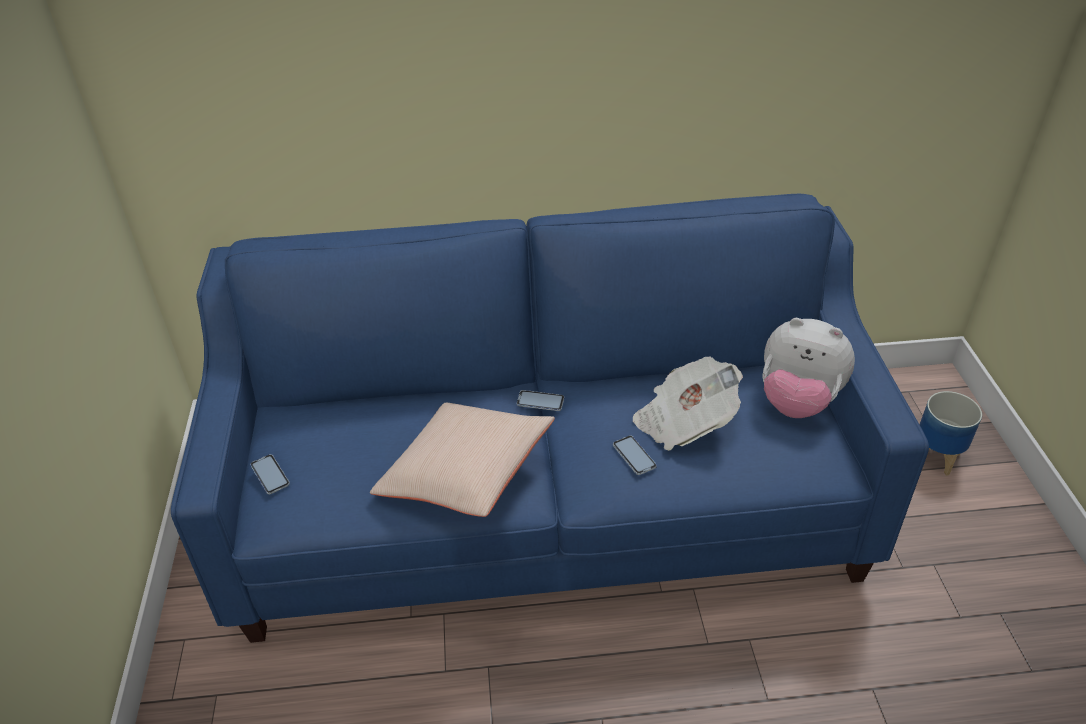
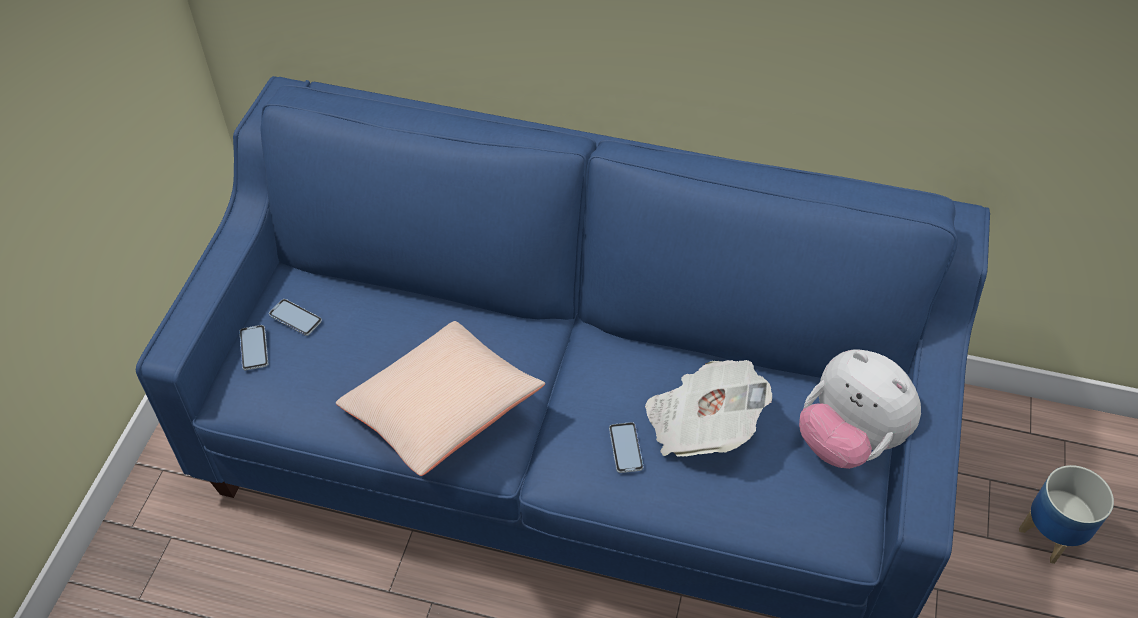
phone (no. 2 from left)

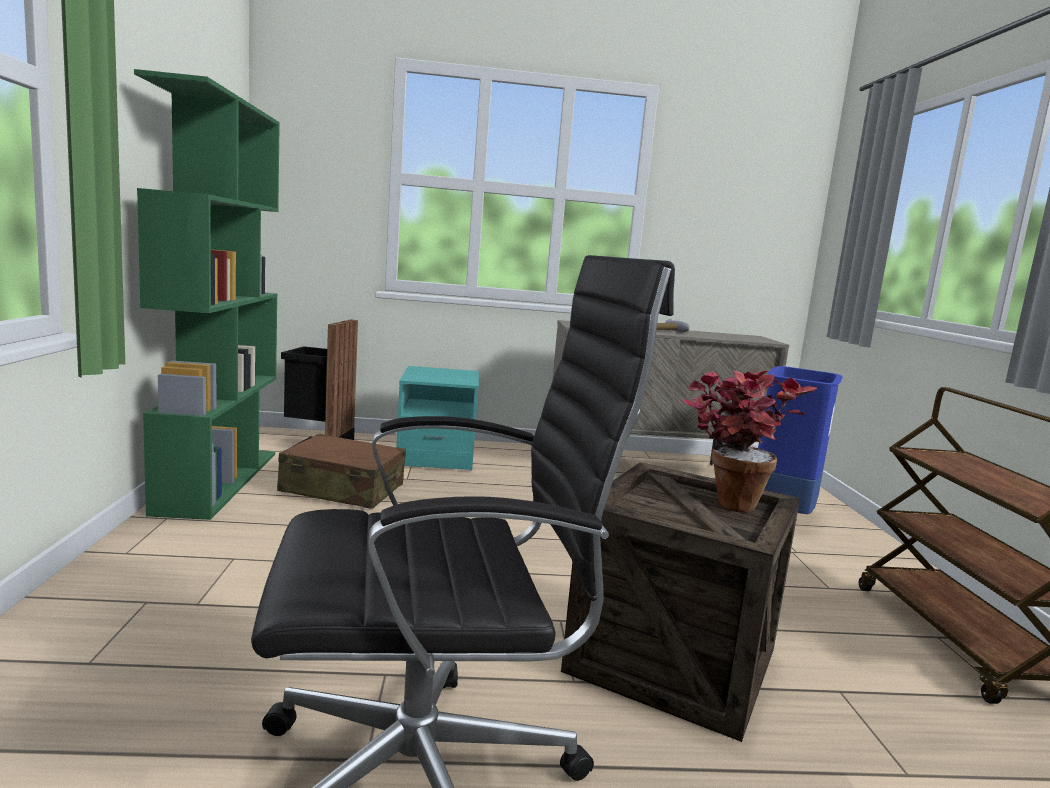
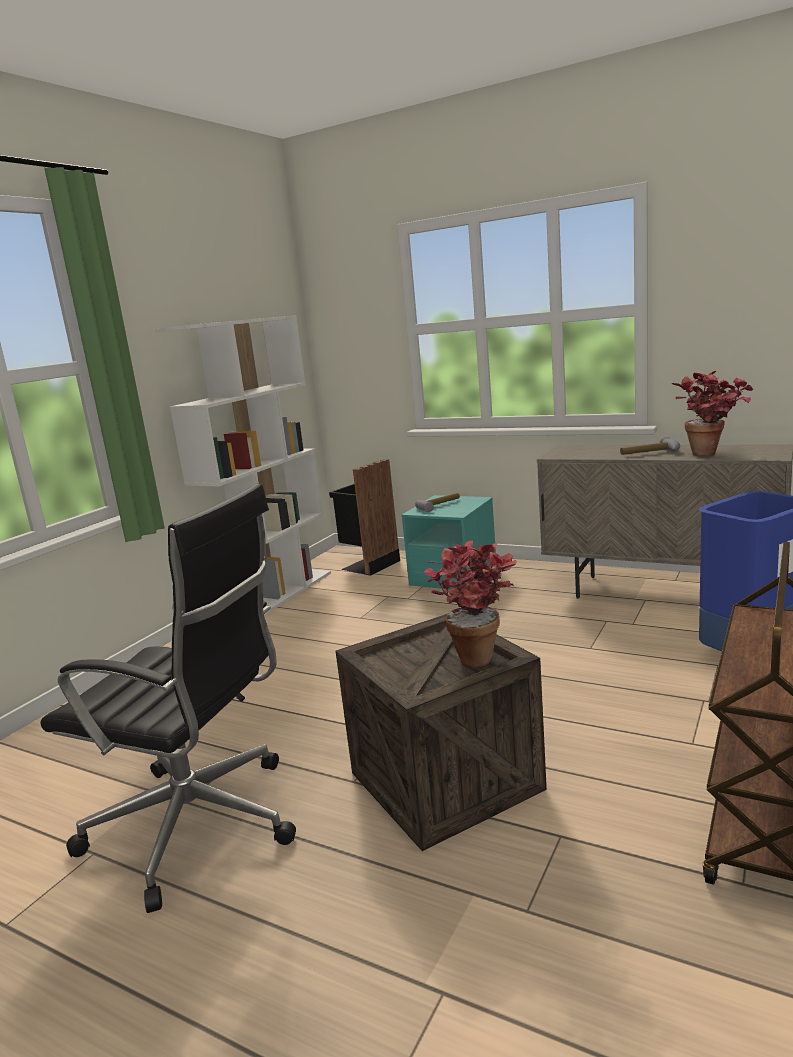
white-coloured bookshelf; brownish piece of luggage; plant in a pot (no. 2 from left); tool hammer (no. 1 from left)

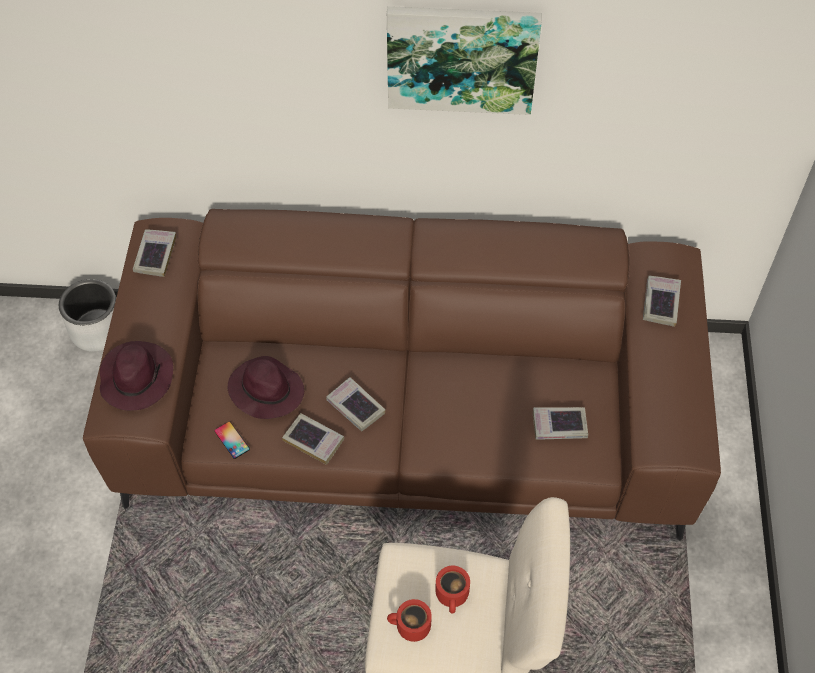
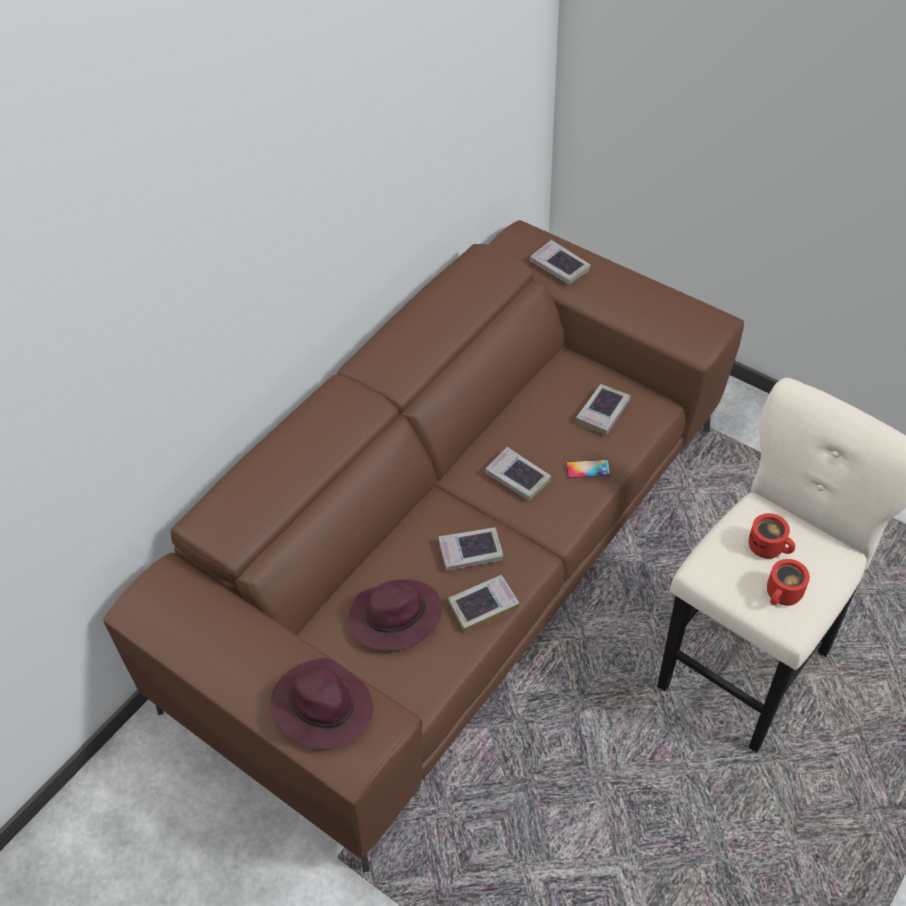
wall picture; book (no. 3 from left); grey plant pot; phone

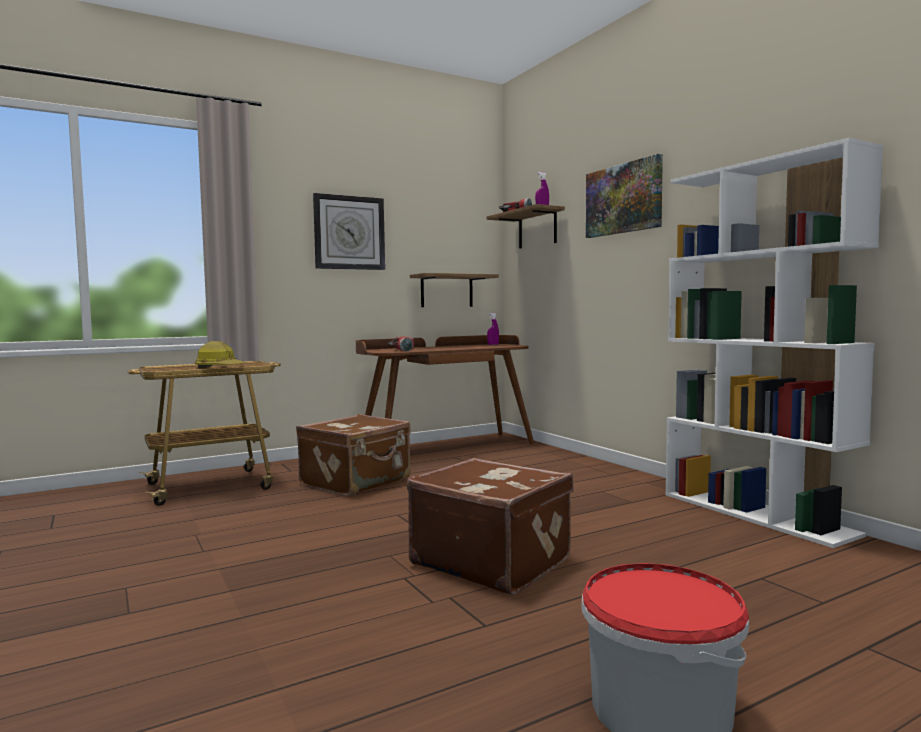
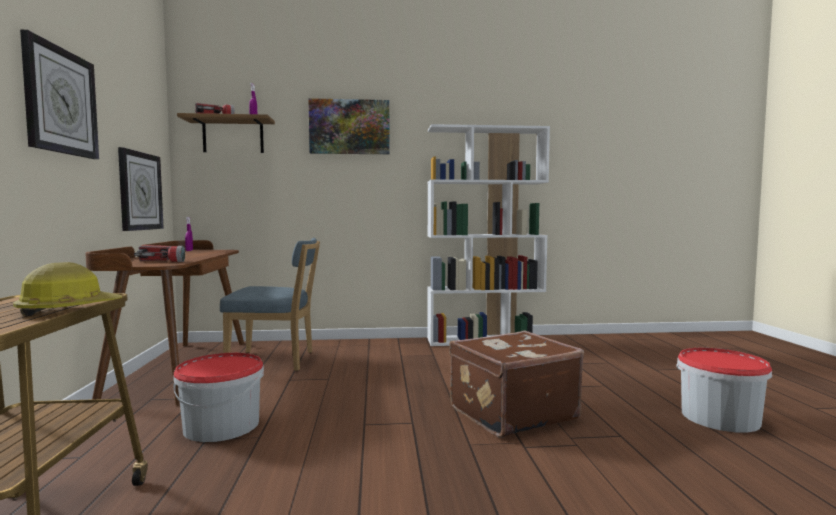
clock on the wall (no. 2 from left); pail (no. 1 from left); blue upright chair

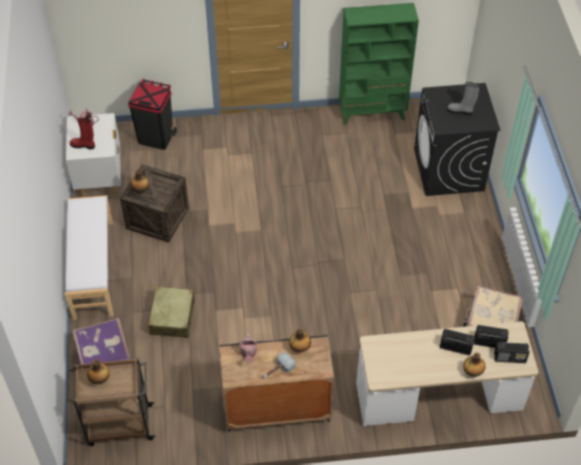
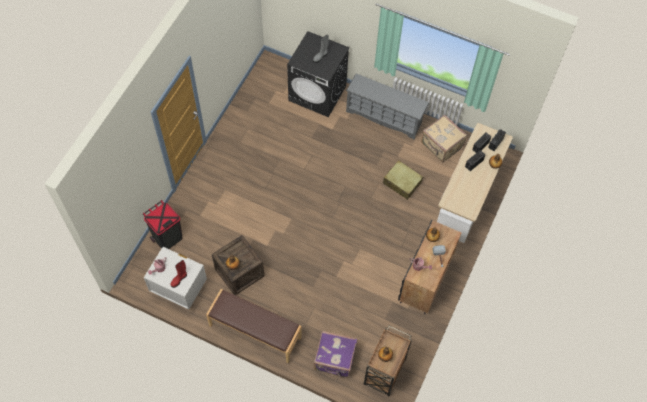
green-coloured bookshelf; brownish indoor bench; beige-coloured piece of luggage (no. 1 from left); grey shoe stand

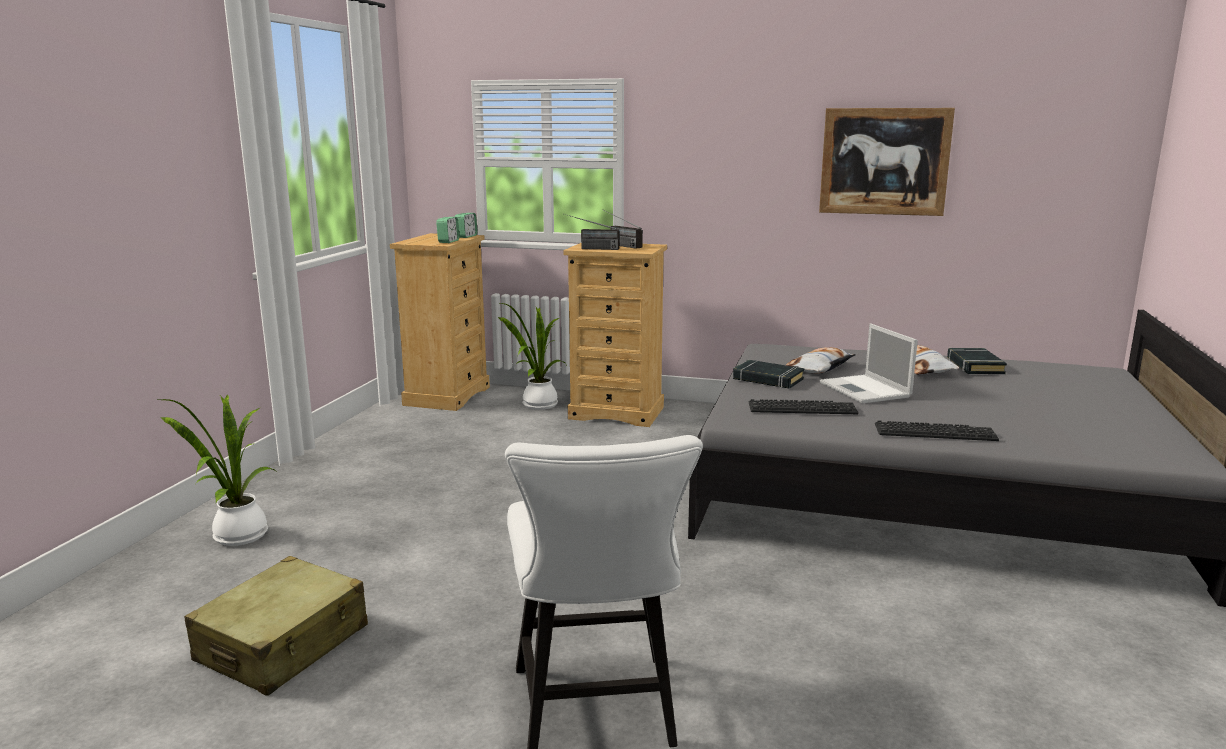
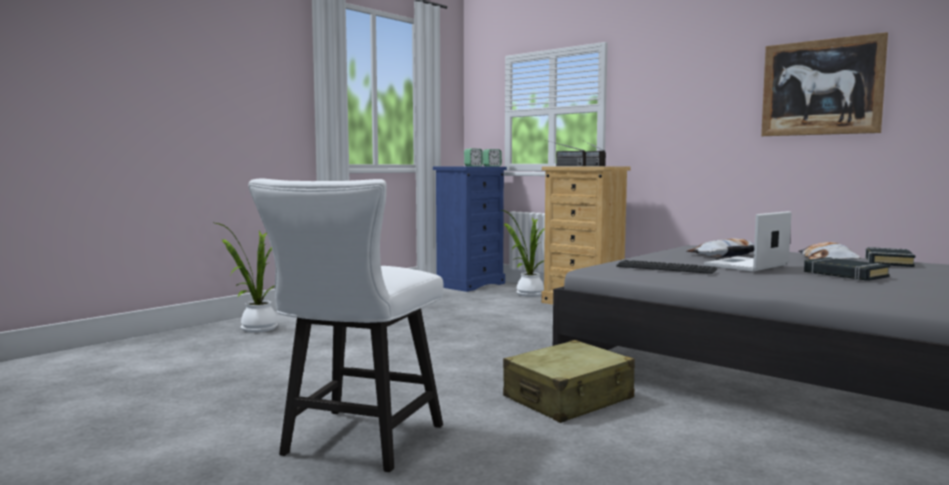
blue drawer chest; notebook computer; blackish book (no. 1 from left); PC keyboard (no. 2 from left in the first image); beige-coloured piece of luggage

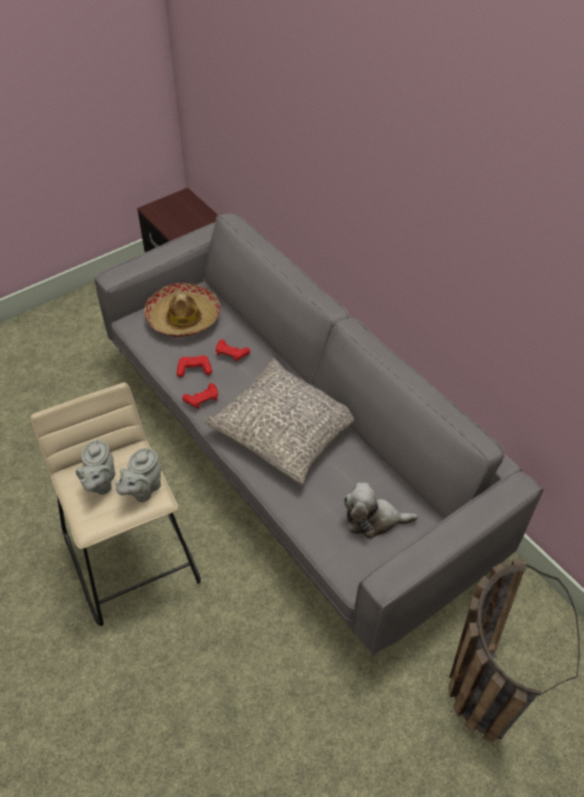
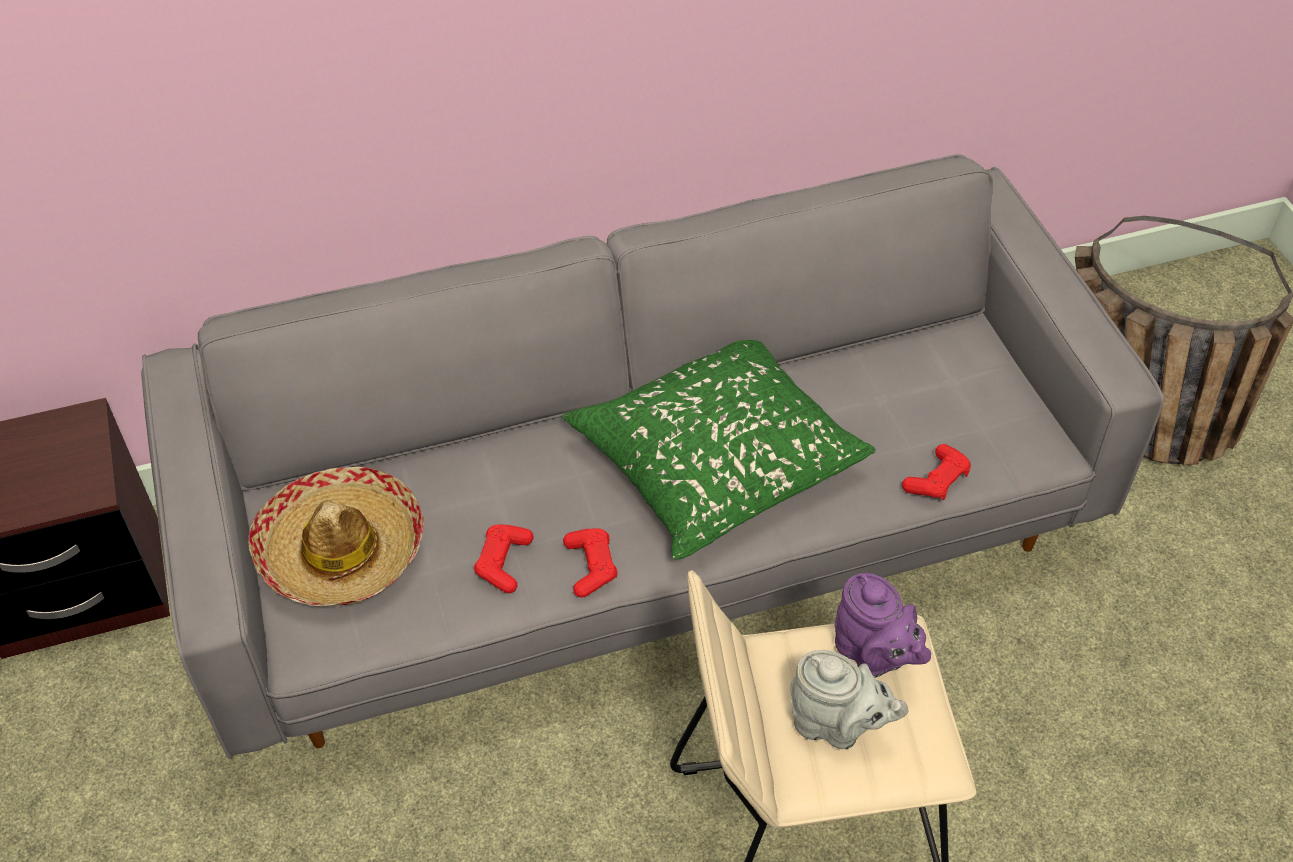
red-coloured game controller (no. 3 from left); green-coloured throw pillow; purple-coloured tea pot; plush toy

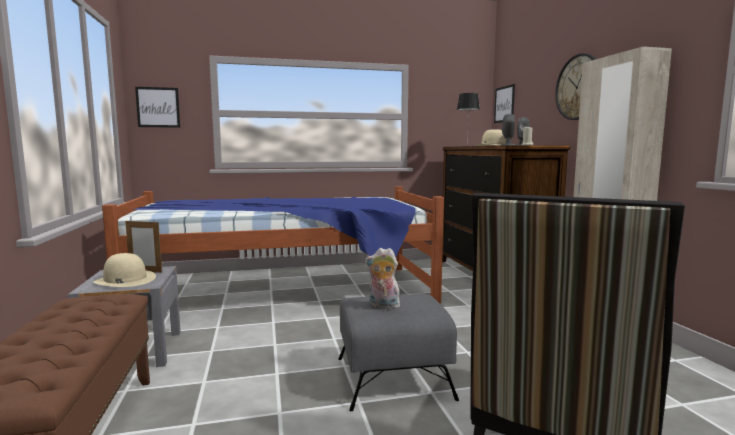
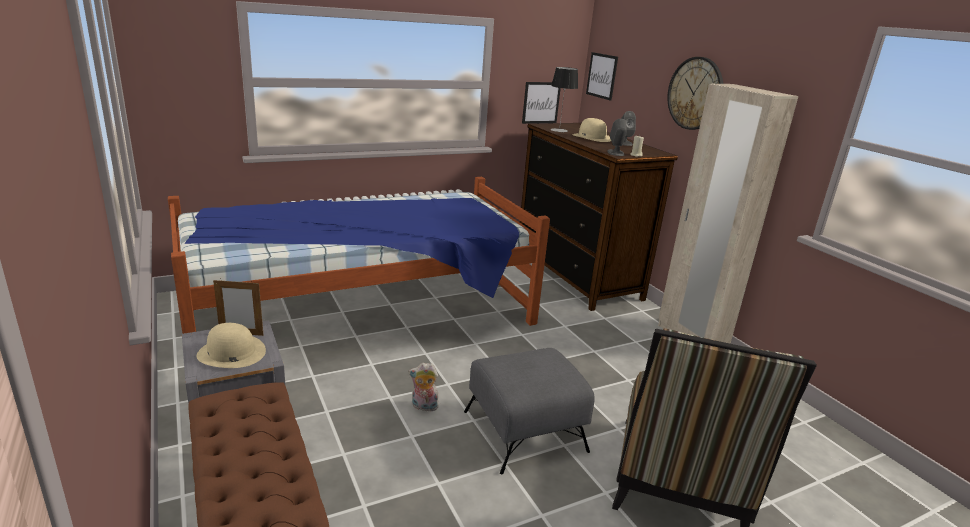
wall picture (no. 1 from left); plush toy

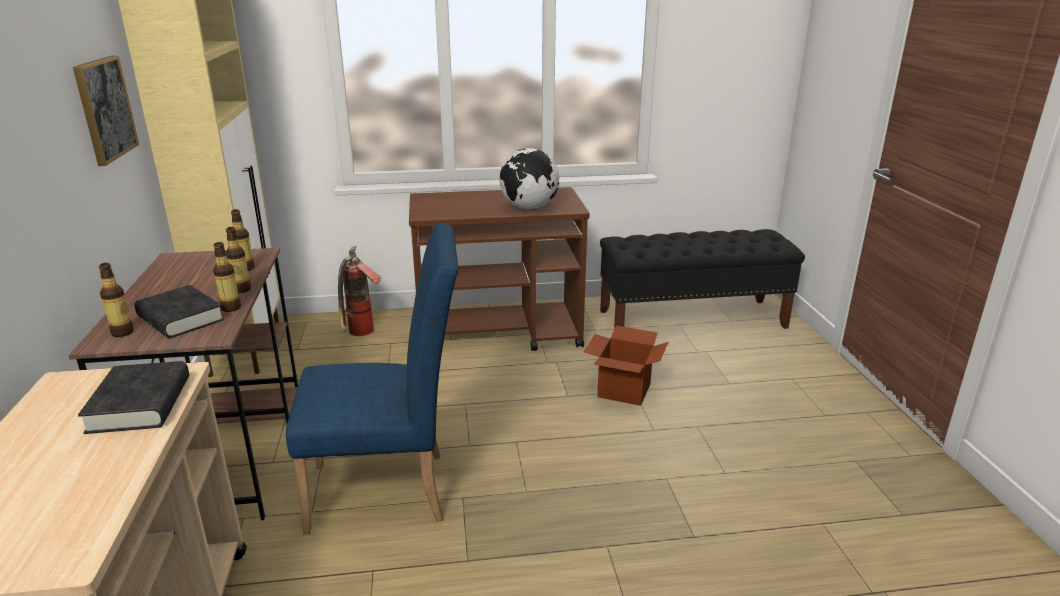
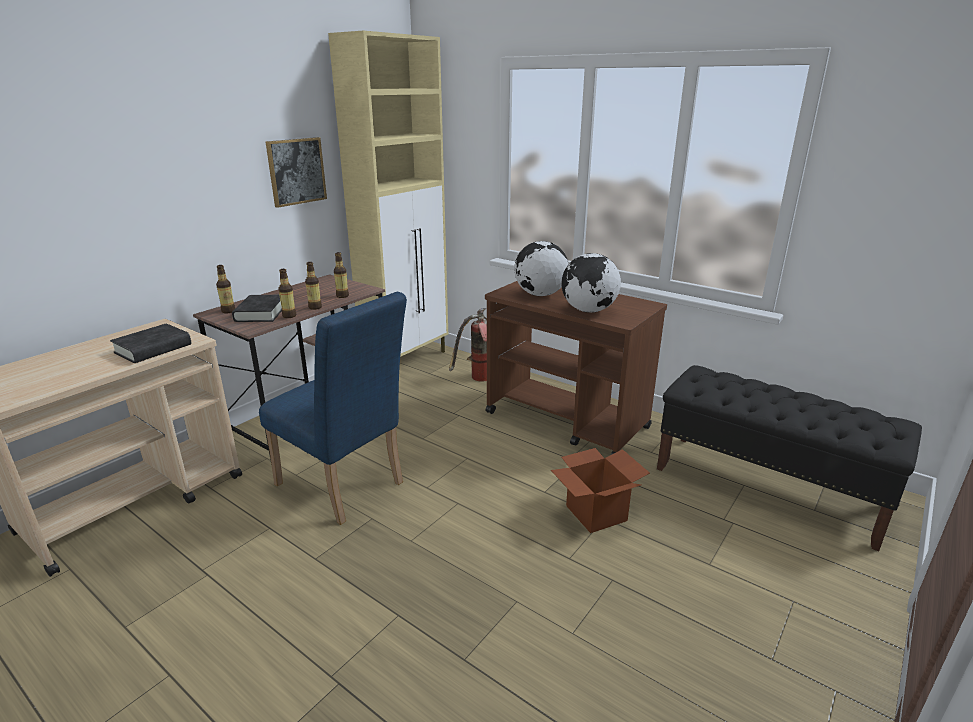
world globe (no. 1 from left)

